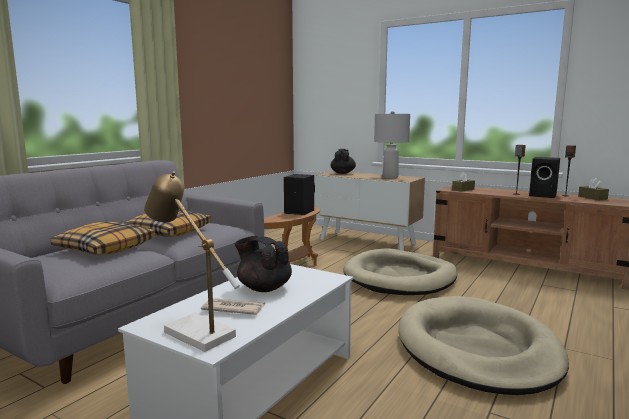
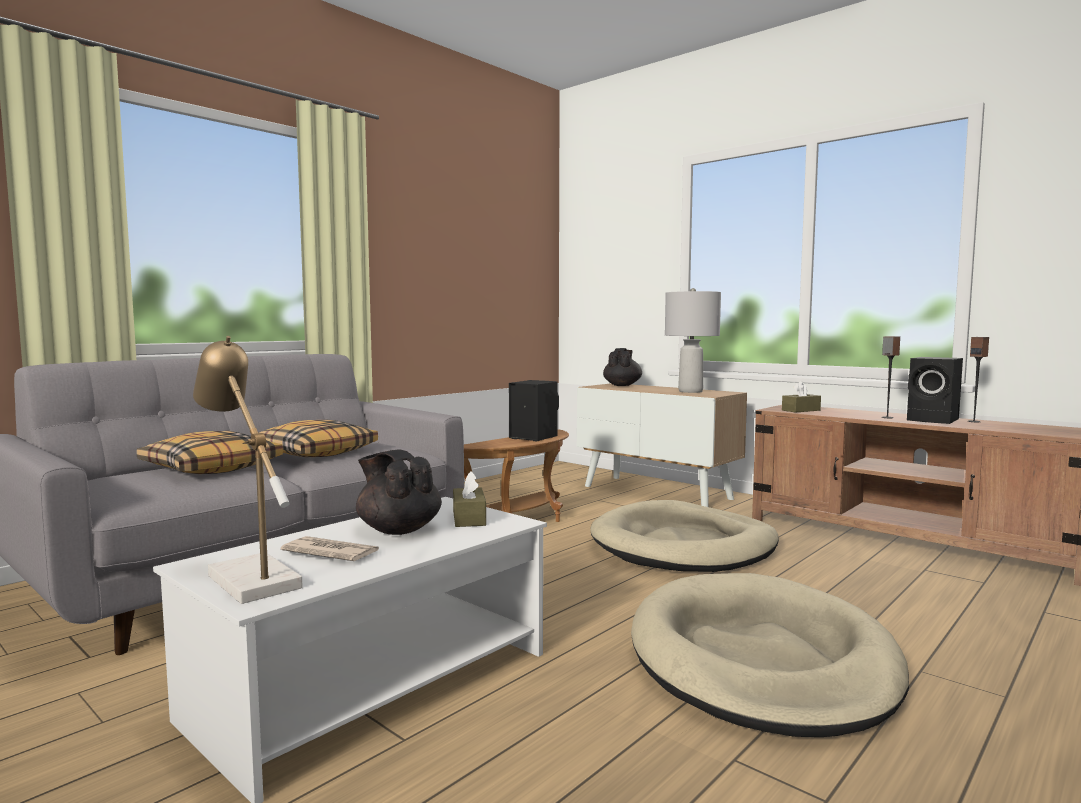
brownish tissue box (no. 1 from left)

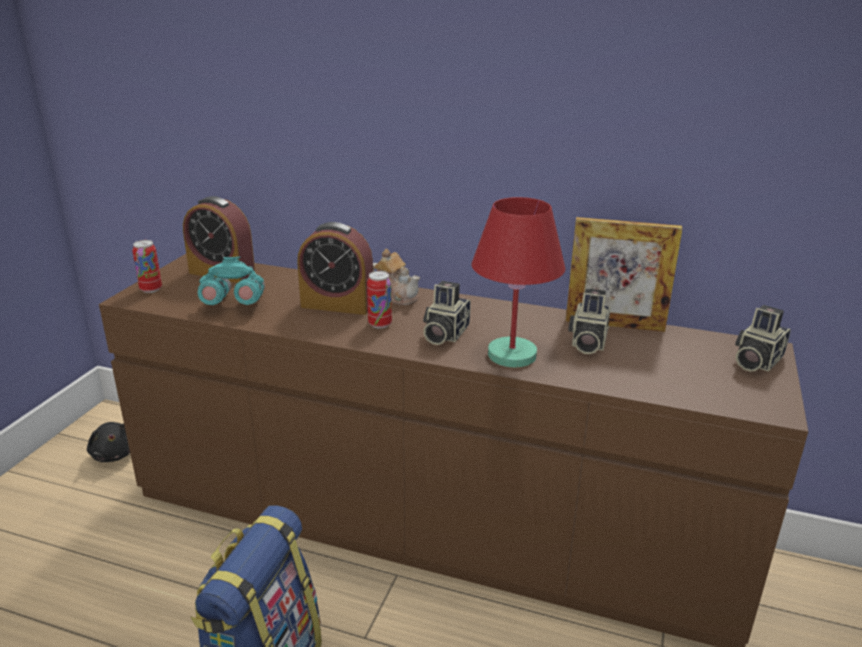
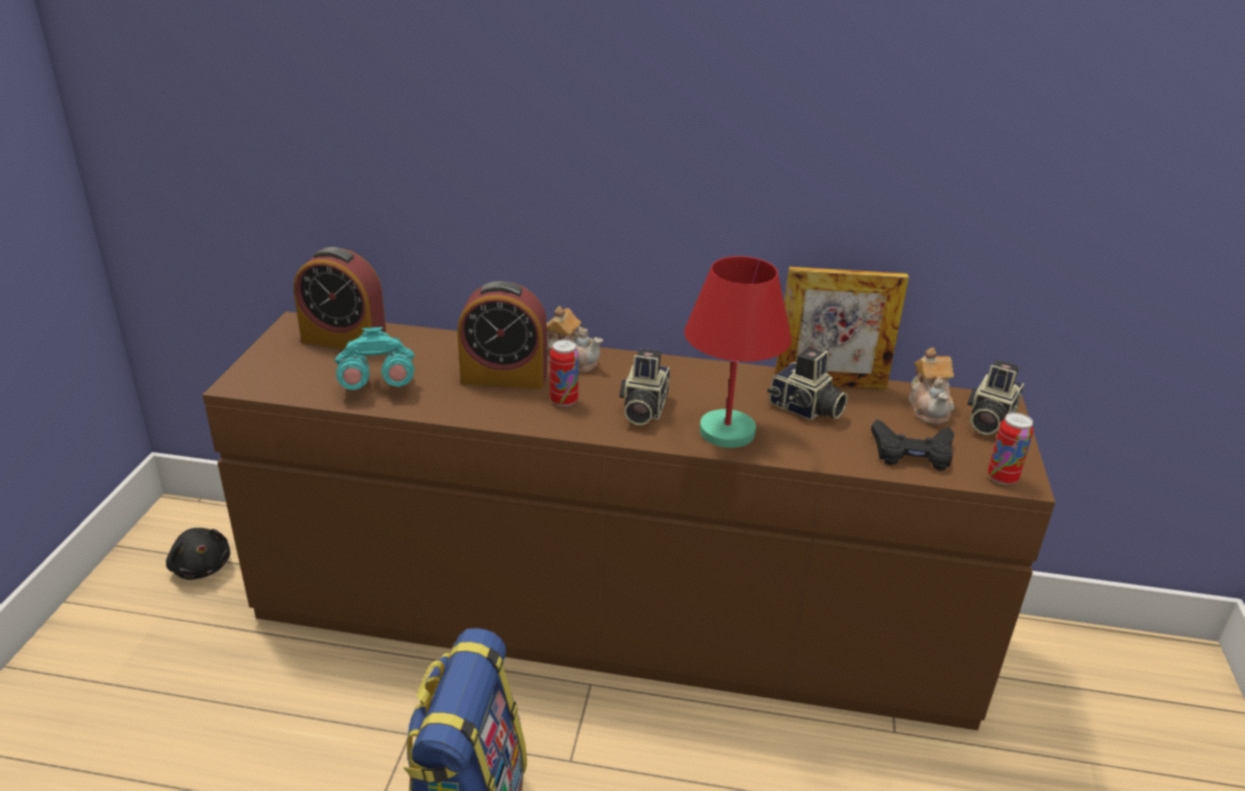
sealed can (no. 2 from left); photo camera (no. 2 from left); tea pot (no. 2 from left); blackish game controller

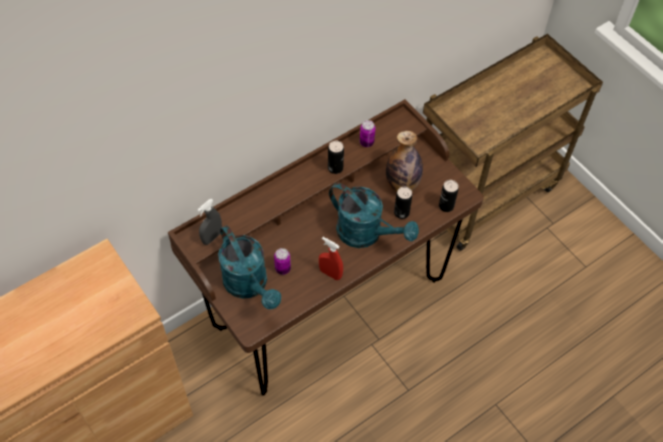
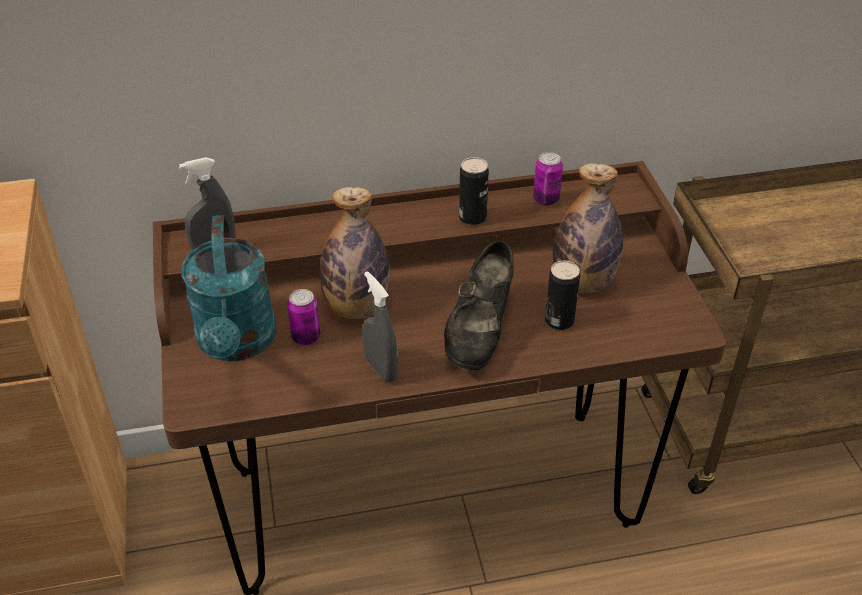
sealed can (no. 5 from left in the first image); blackish low shoe; grey hand sprayer (no. 2 from left); beverage bottle (no. 1 from left)

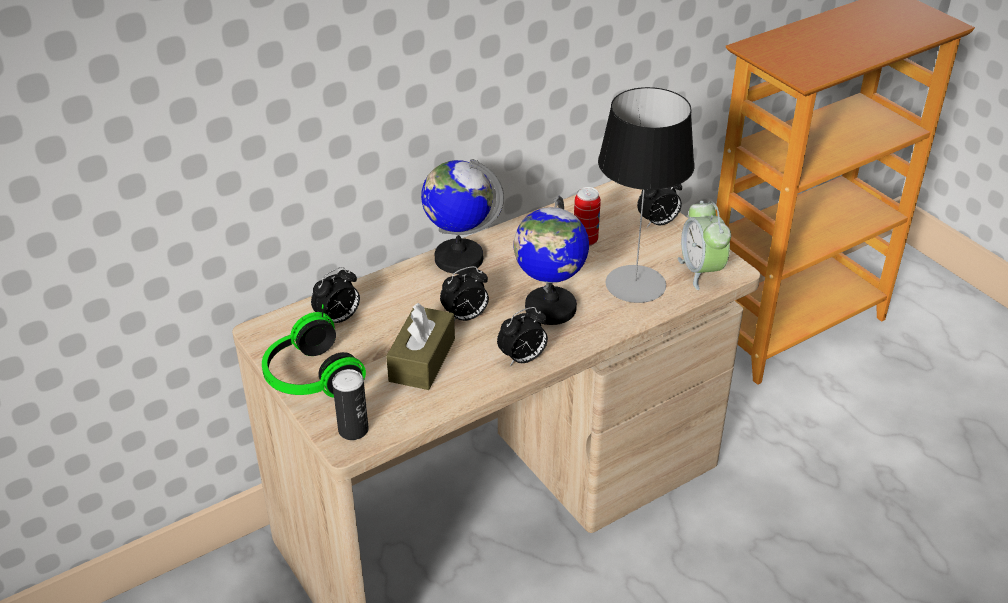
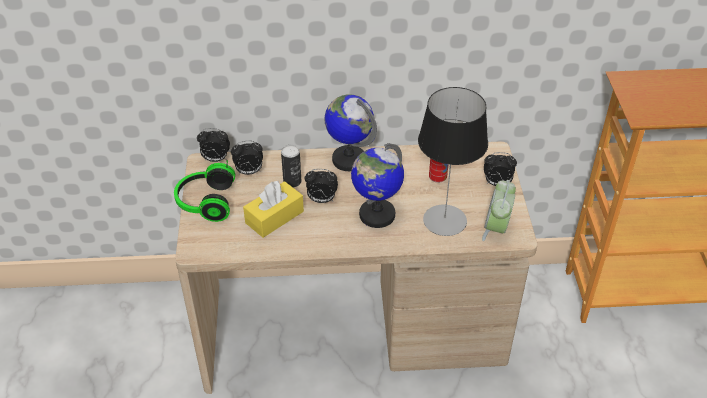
yellow tissue box; table clock (no. 1 from left); sealed can (no. 1 from left)

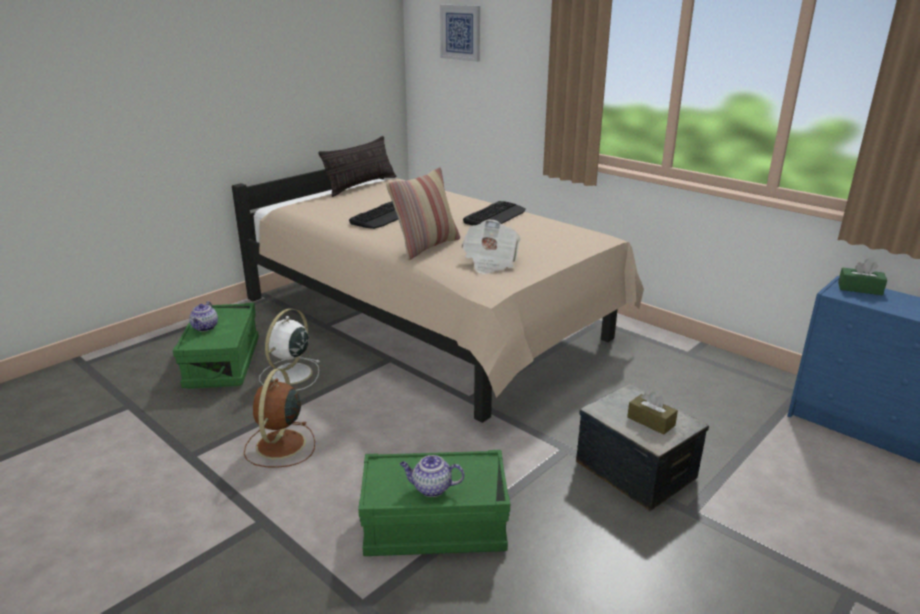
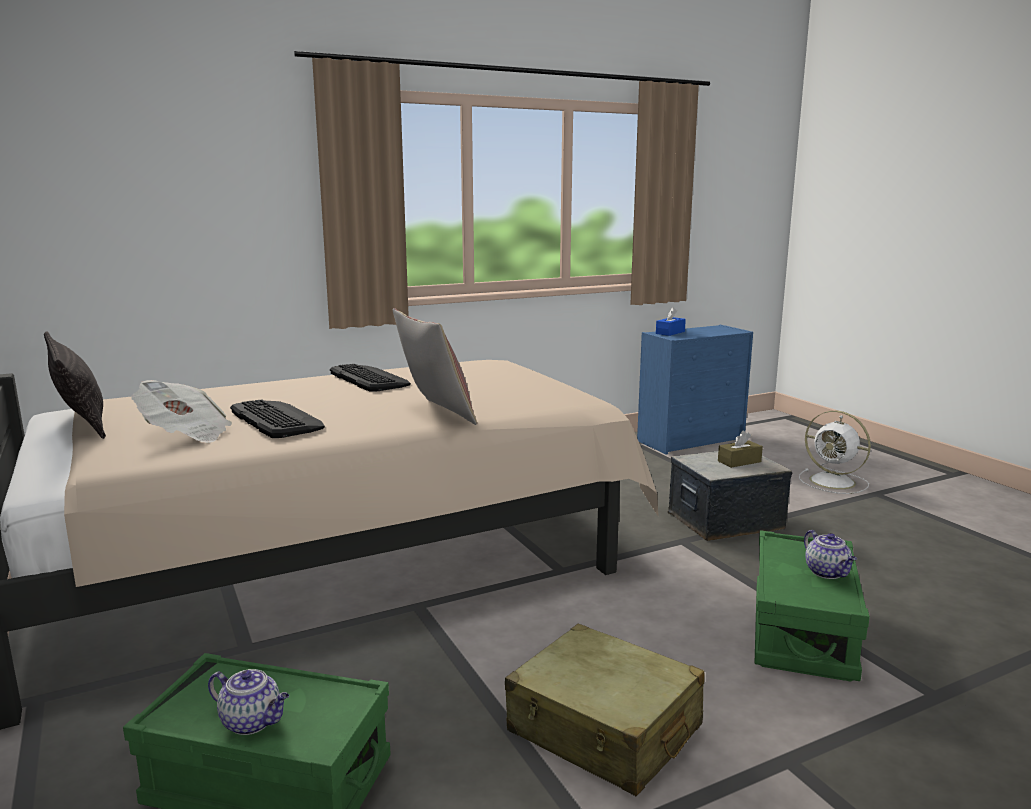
wall picture; newspaper; blue tissue box; white-coloured fan; beige-coloured piece of luggage; tea pot (no. 2 from left)

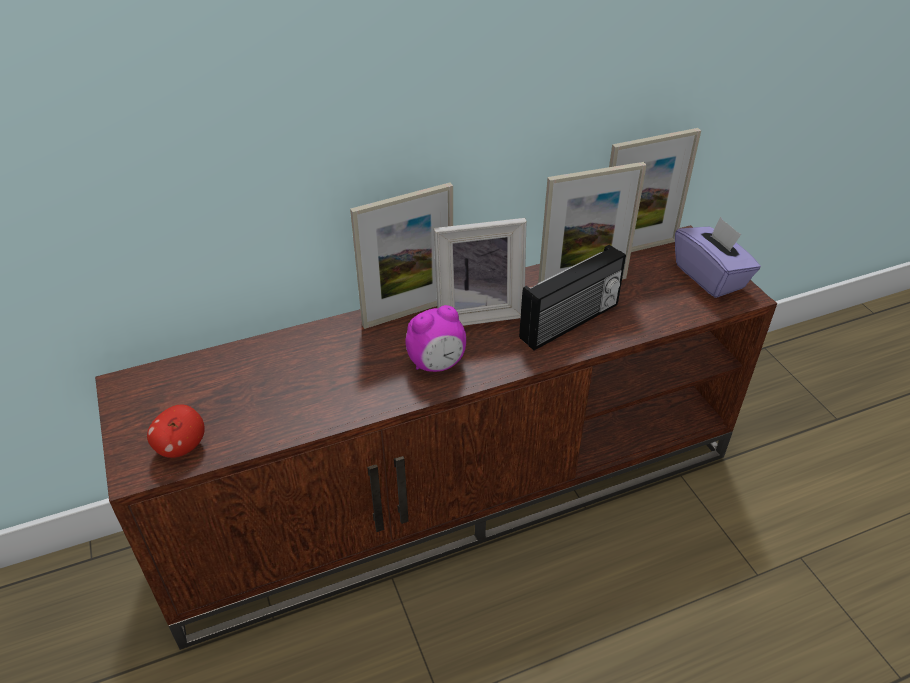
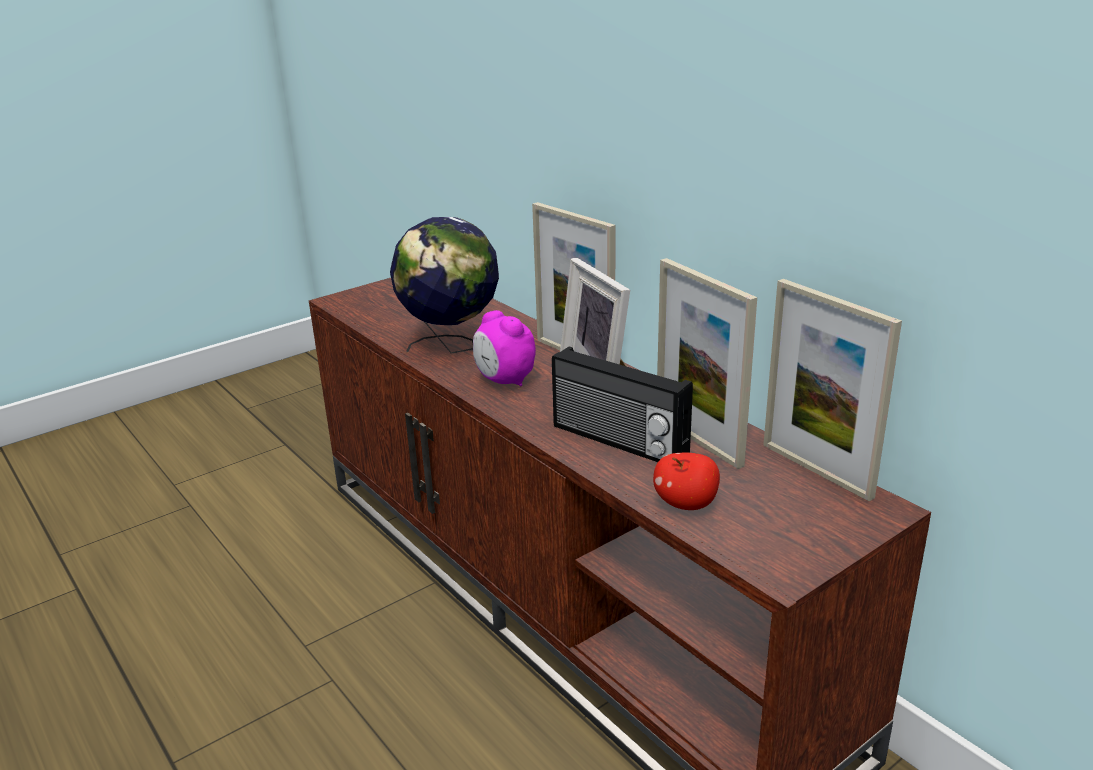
purple-coloured tissue box; whole apple; world globe

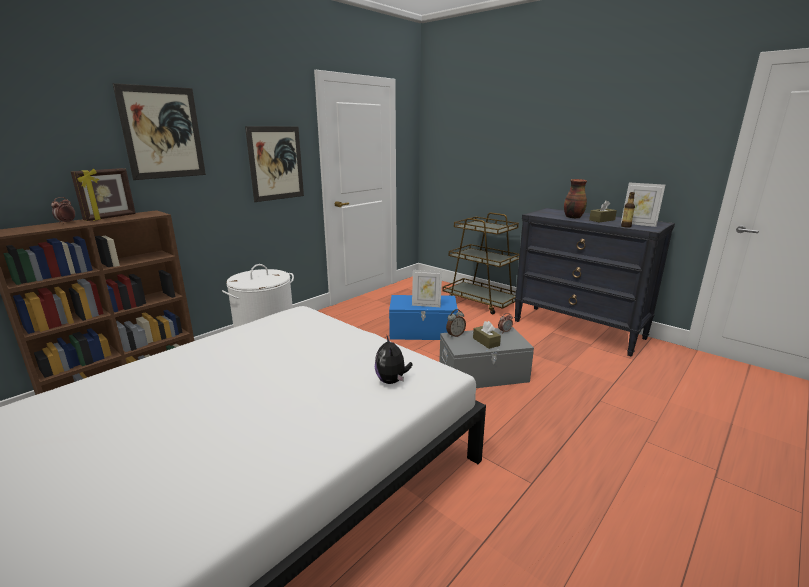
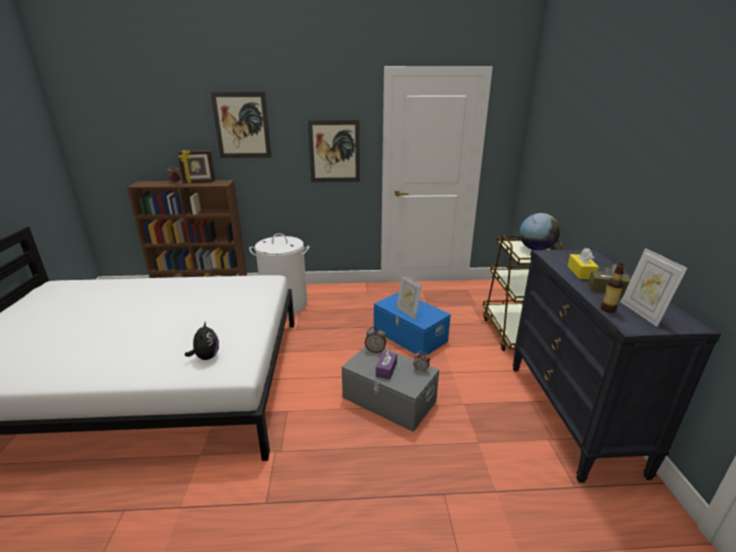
yellow tissue box; purple-coloured tissue box; plush toy; world globe

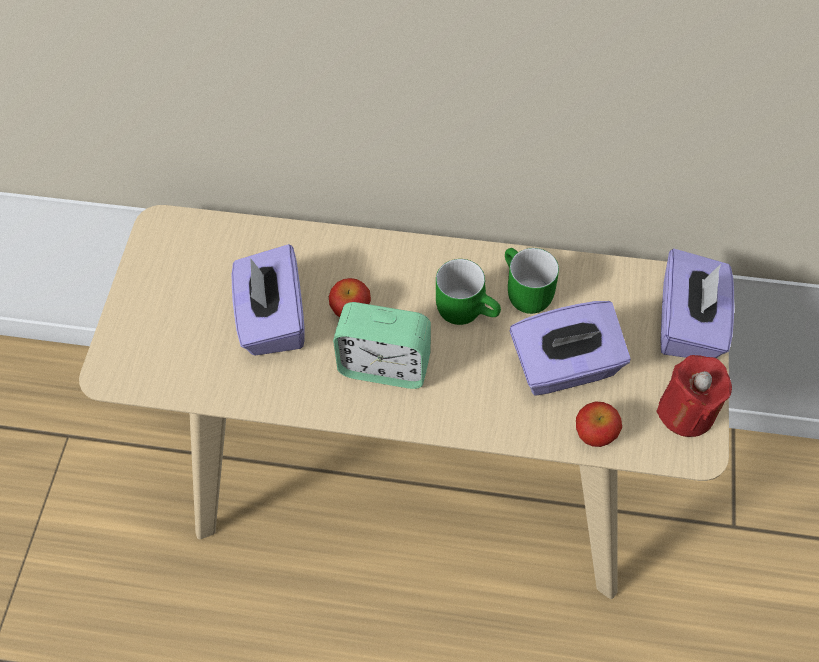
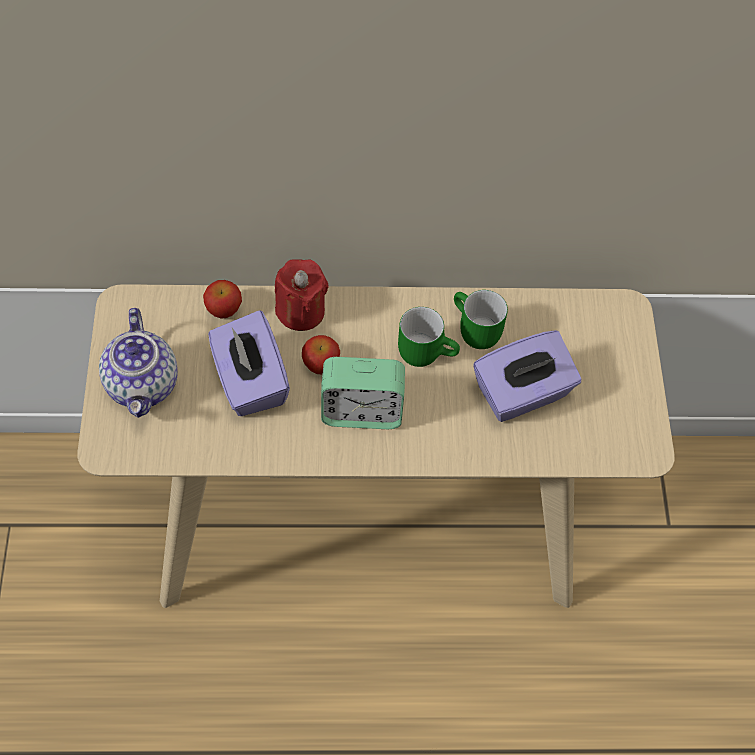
purple-coloured tissue box (no. 3 from left in the first image); red-coloured candle; whole apple (no. 1 from left); tea pot

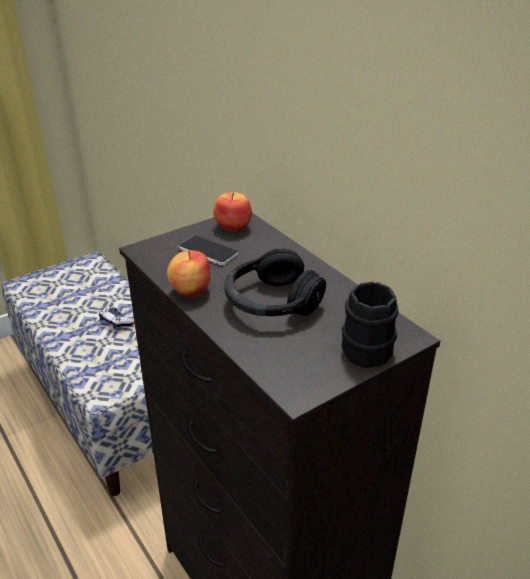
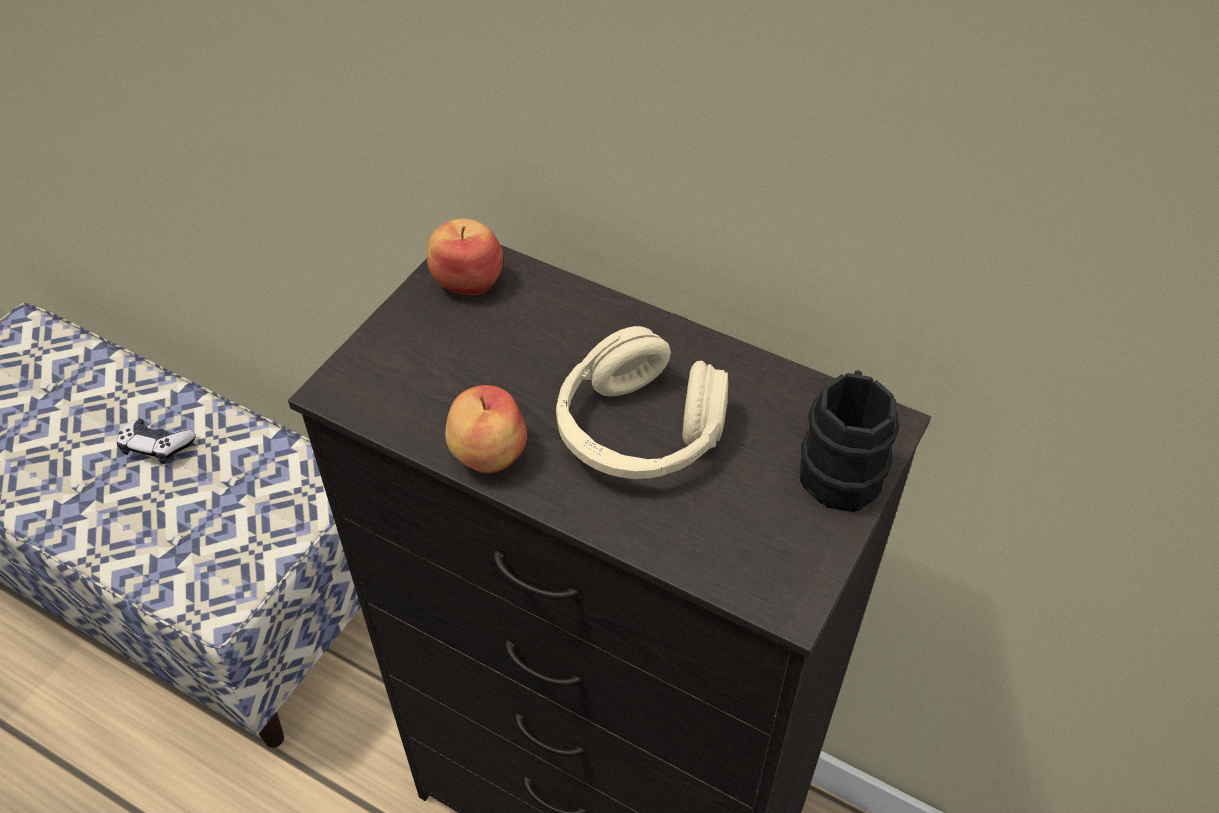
phone; beige-coloured headset

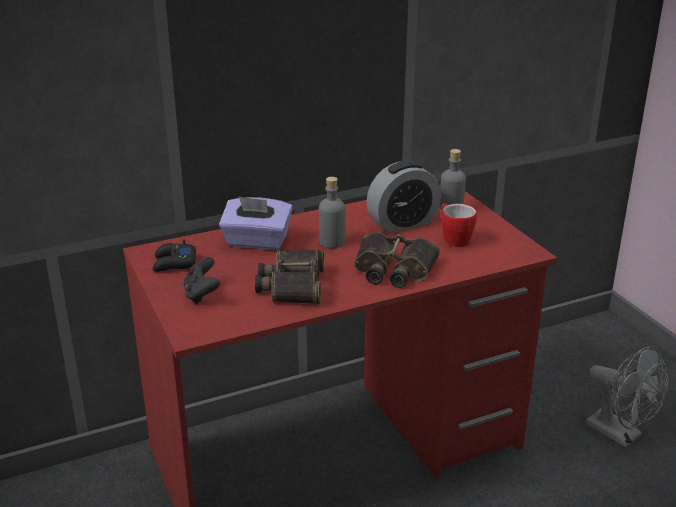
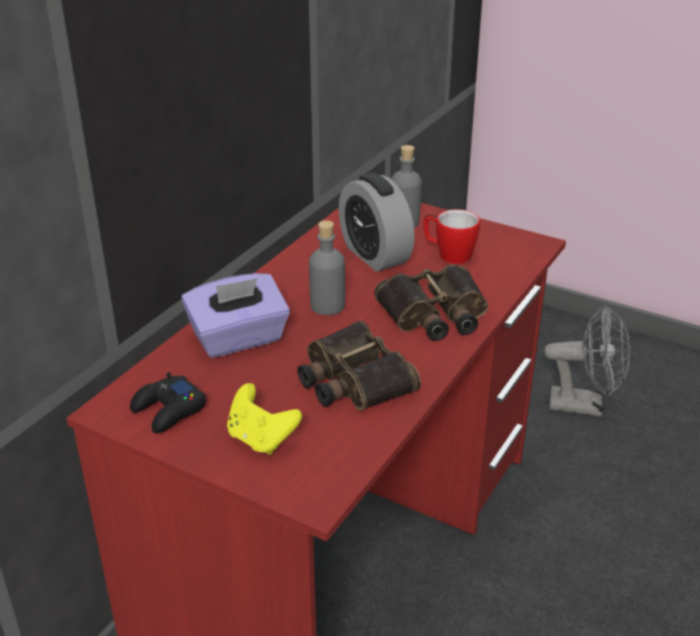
table clock; yellow game controller

